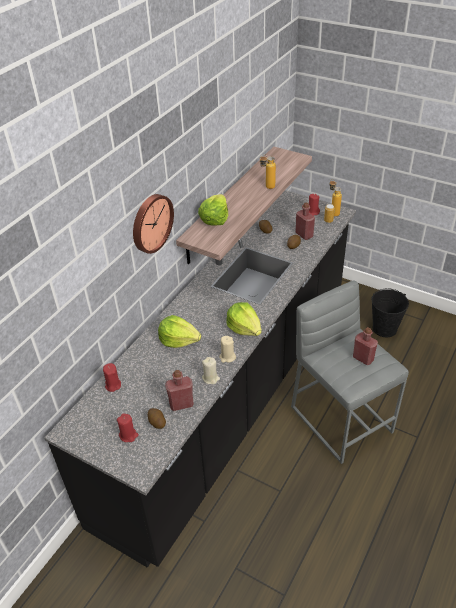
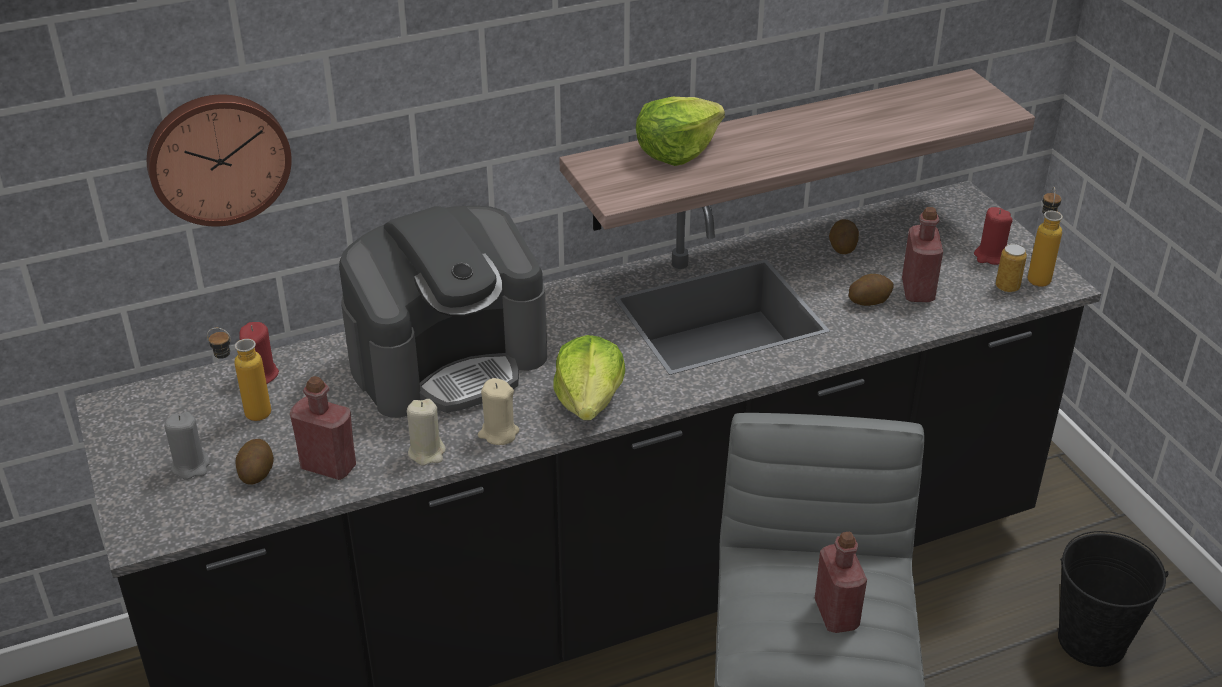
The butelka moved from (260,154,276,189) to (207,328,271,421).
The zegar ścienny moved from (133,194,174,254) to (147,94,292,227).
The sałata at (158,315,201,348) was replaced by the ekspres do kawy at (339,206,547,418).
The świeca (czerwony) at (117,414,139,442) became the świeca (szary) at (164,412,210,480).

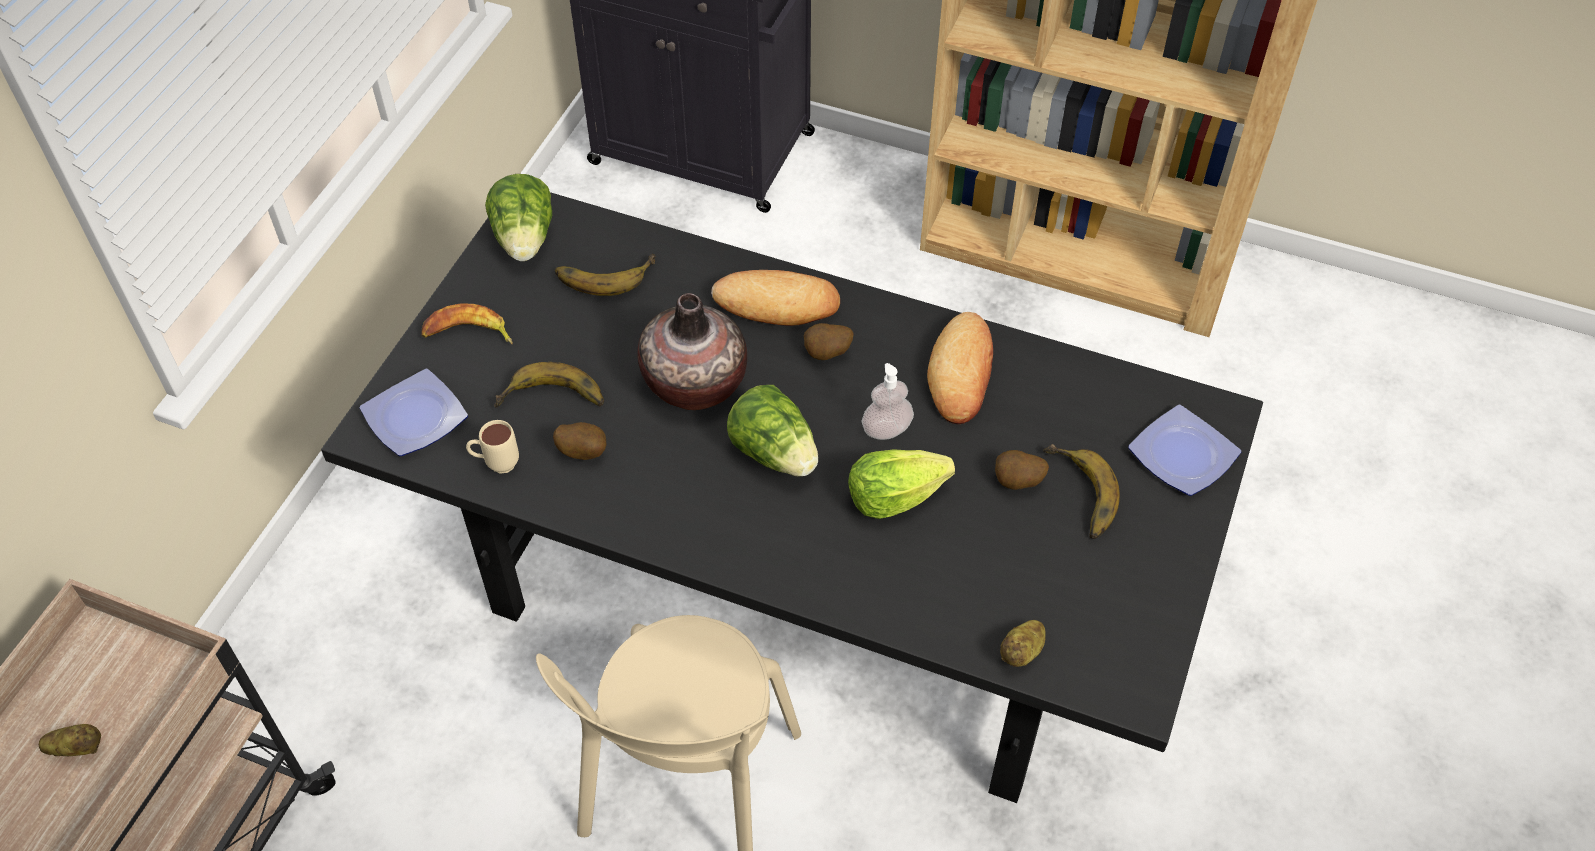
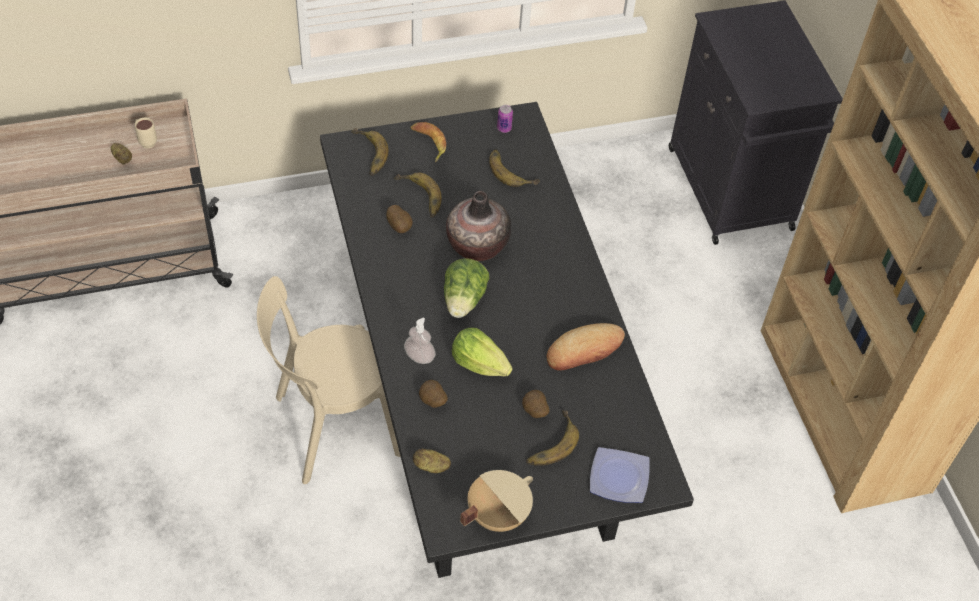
The sałata at (485,174,552,261) was replaced by the puszka at (497,105,513,133).
The chleb at (711,270,840,326) disappeared.
The ziemniak moved from (804,323,853,360) to (419,380,448,408).
The dozownik mydła moved from (861,363,914,440) to (404,318,436,364).
The talerz at (360,369,468,456) was replaced by the banan at (351,128,389,176).
The kubek (beżowy) moved from (466,420,519,473) to (135,118,157,149).
The garnek (beżowy) at (460,470,533,532) appeared.

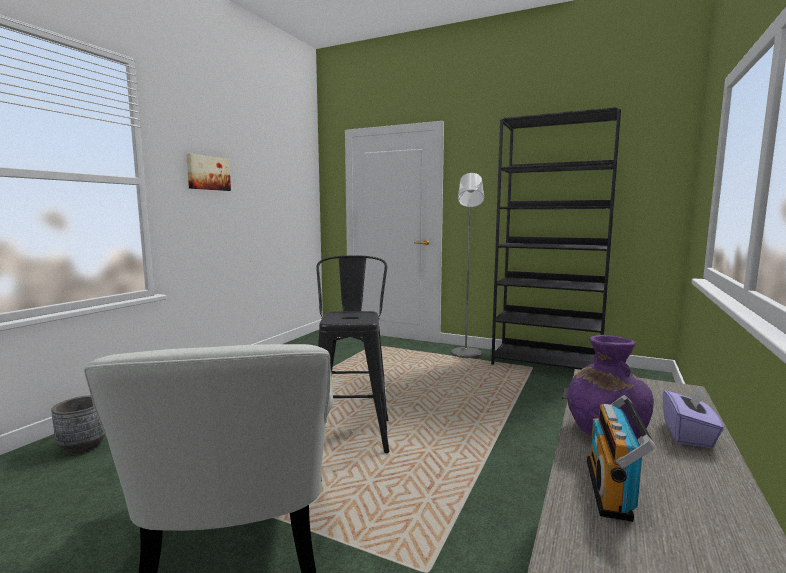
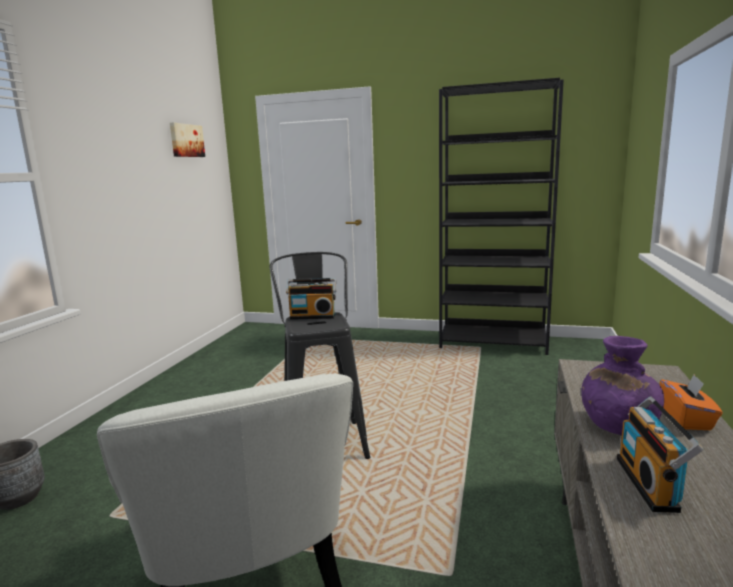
The obraz moved from (186,153,231,191) to (170,122,205,157).
The lampa stojąca (szary) at (451,173,484,359) disappeared.
The pudełko chusteczek (fioletowy) at (663,386,724,448) became the pudełko chusteczek (pomarańczowy) at (660,374,723,430).
The radio at (286,278,336,320) appeared.

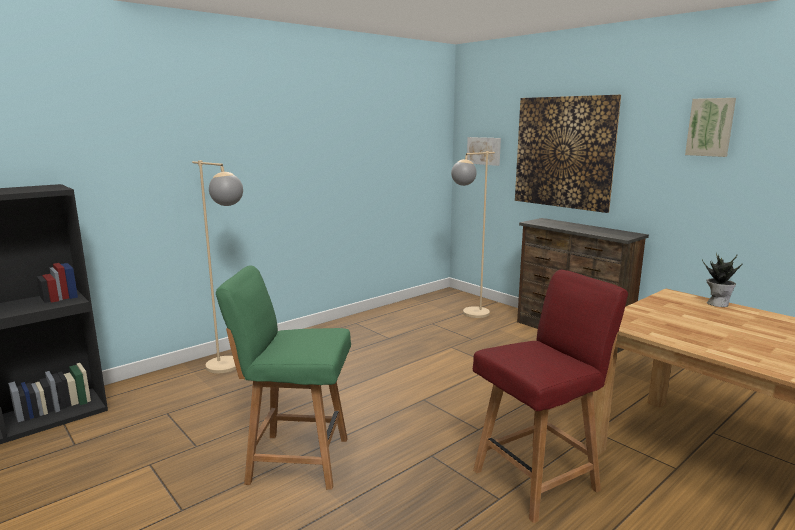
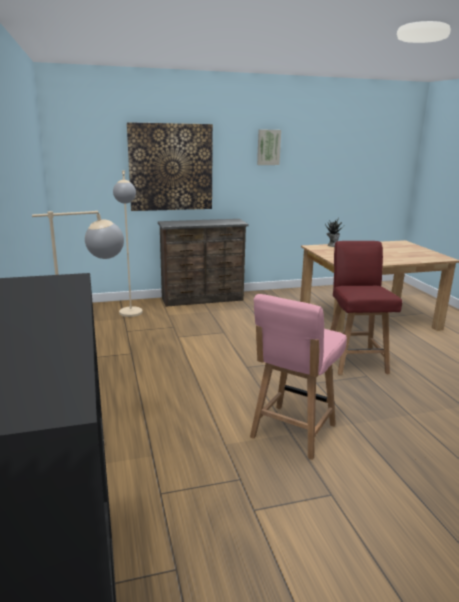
The obraz at (467,137,501,166) disappeared.
The krzesło (zielony) at (216,265,351,490) became the krzesło (różowy) at (250,294,347,460).

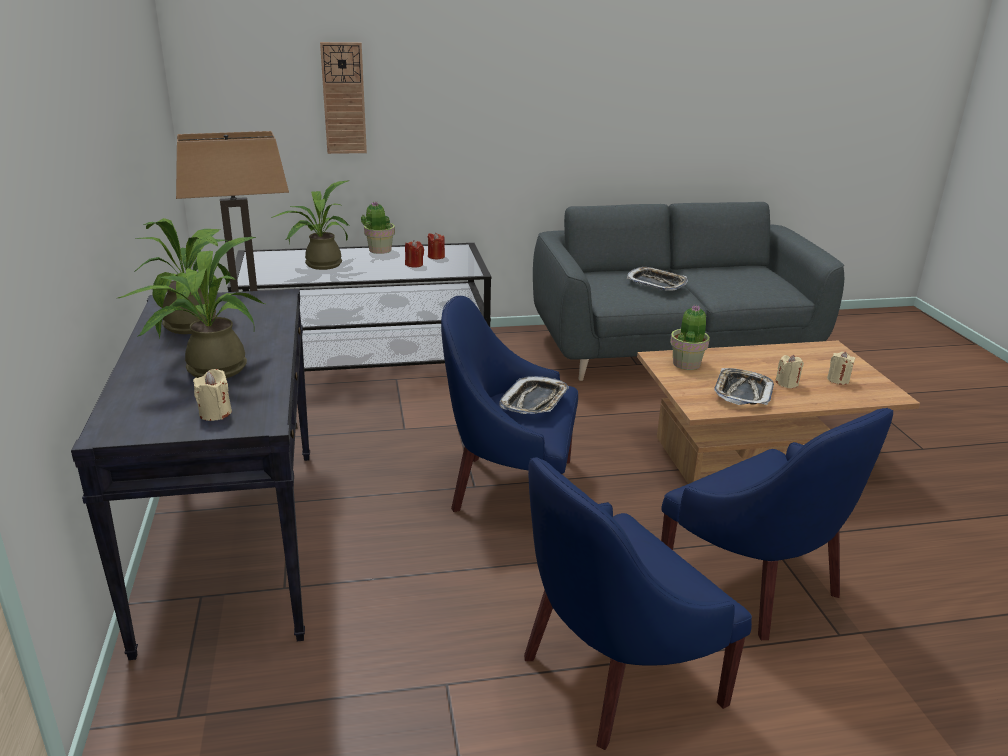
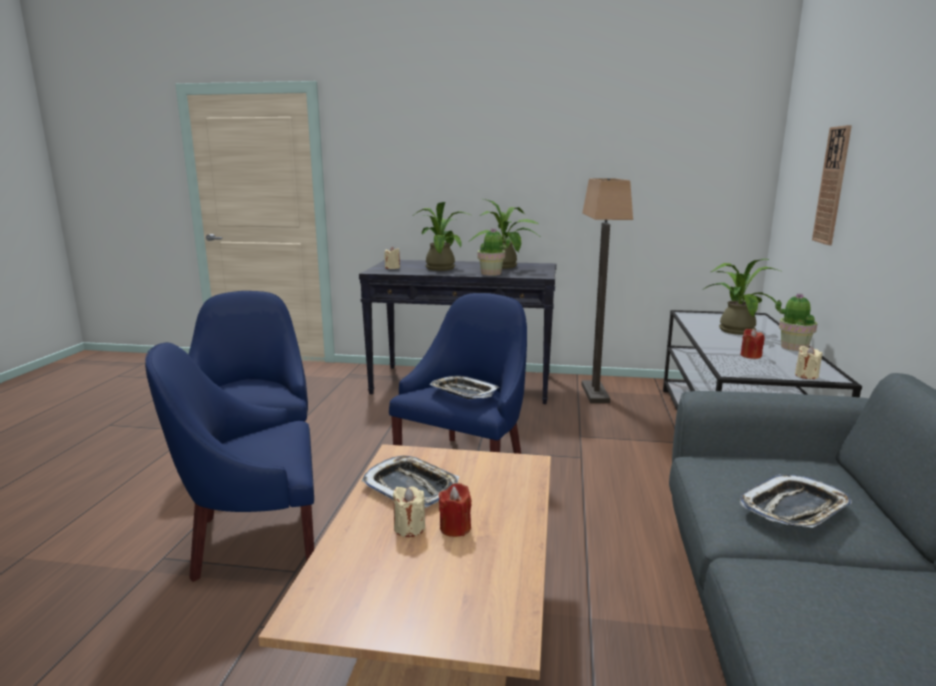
The świeca (czerwony) moved from (428,233,445,259) to (439,483,471,537).
The roślina doniczkowa moved from (670,304,710,370) to (477,228,510,276).
The świeca (beżowy) moved from (827,352,855,385) to (795,346,823,379).

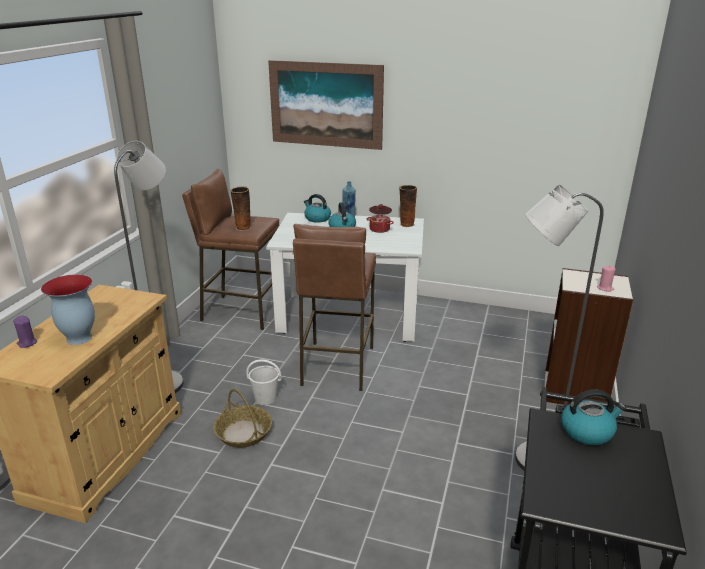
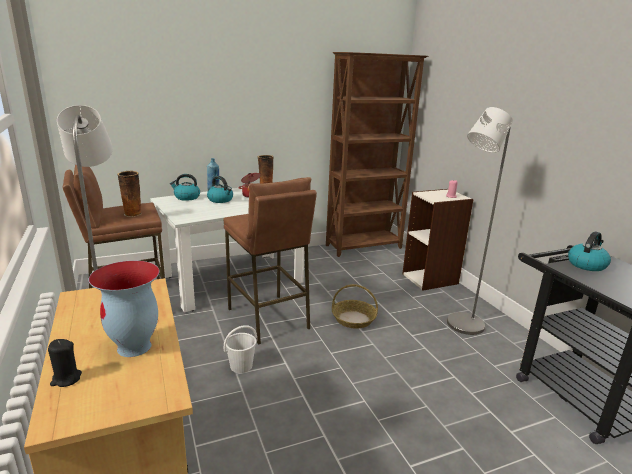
The obraz at (268,60,384,150) disappeared.
The świeca (fioletowy) at (13,316,37,348) became the świeca (czarny) at (48,339,82,387).
The koszyk moved from (213,389,272,448) to (332,284,378,329).
The regał (brązowy) at (326,52,428,257) appeared.

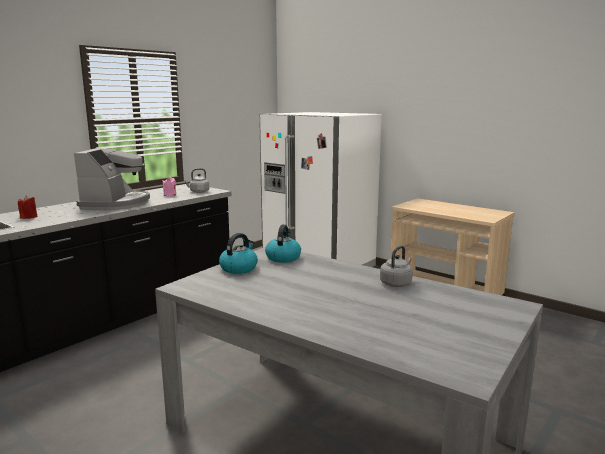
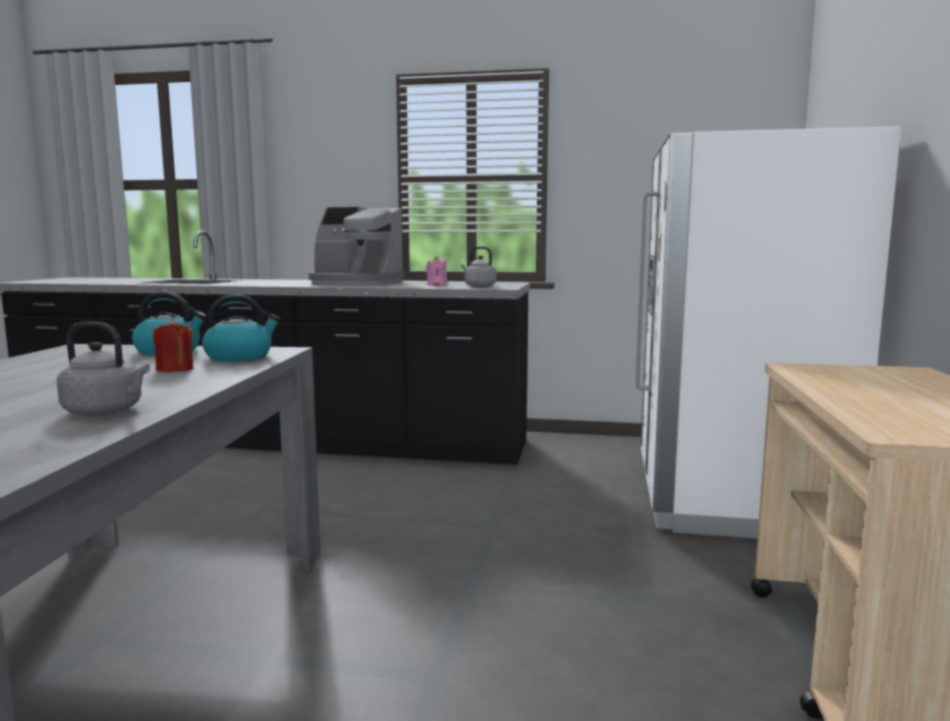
The ekspres do kawy at (74,147,150,210) turned 45 degrees clockwise.
The świeca (czerwony) moved from (18,195,37,219) to (153,318,193,372).

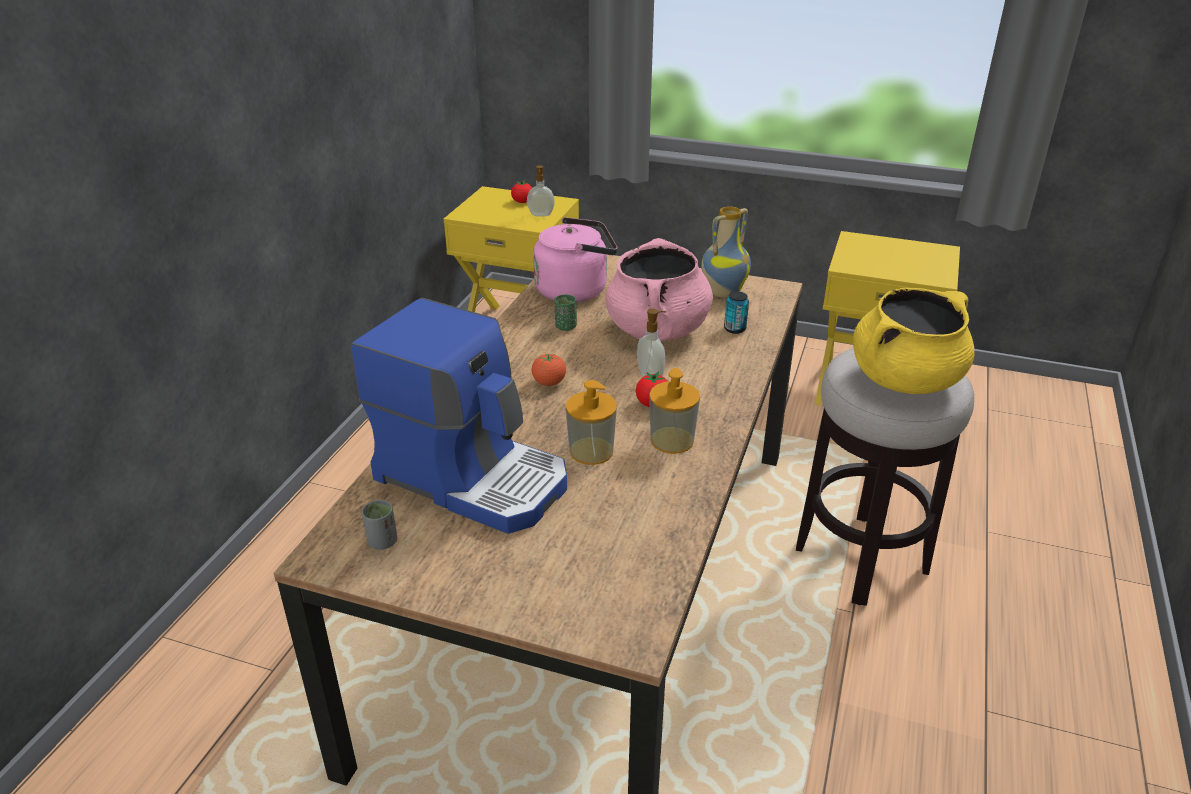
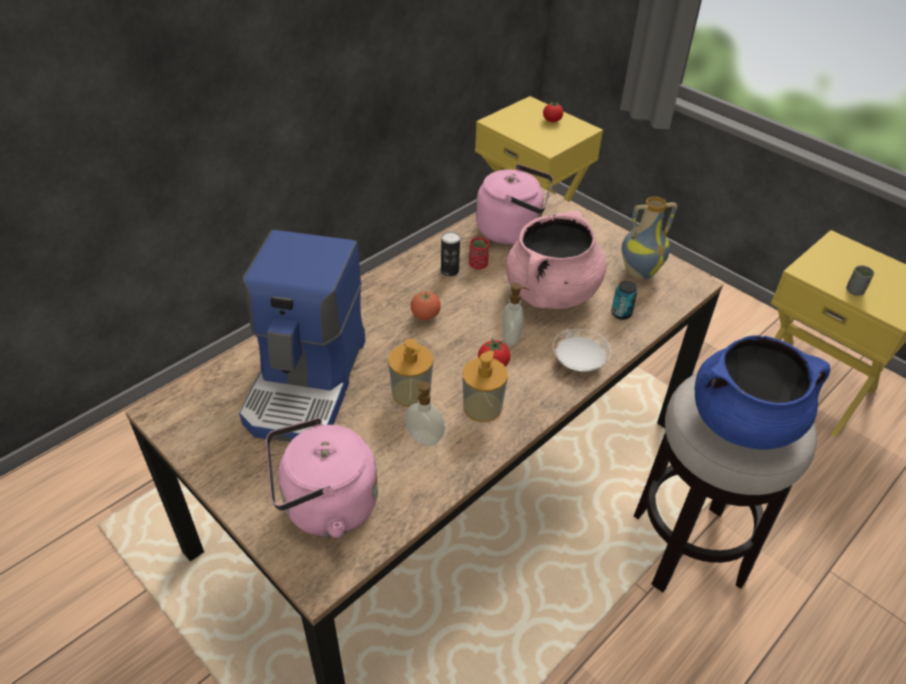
The dozownik mydła moved from (527,165,555,217) to (405,382,445,445).
The garnek (żółty) at (853,288,974,394) became the garnek (niebieski) at (695,335,830,450).
The filiżanka (zielony) at (555,294,577,331) became the filiżanka (czerwony) at (469,237,489,270).
The ekspres do kawy at (351,298,567,534) turned 45 degrees clockwise.
The filiżanka (szary) moved from (362,500,397,550) to (846,265,874,296).
The puszka at (441,232,460,276) appeared.
The talerz (biały) at (553,329,611,372) appeared.
The czajnik (różowy) at (266,418,378,538) appeared.

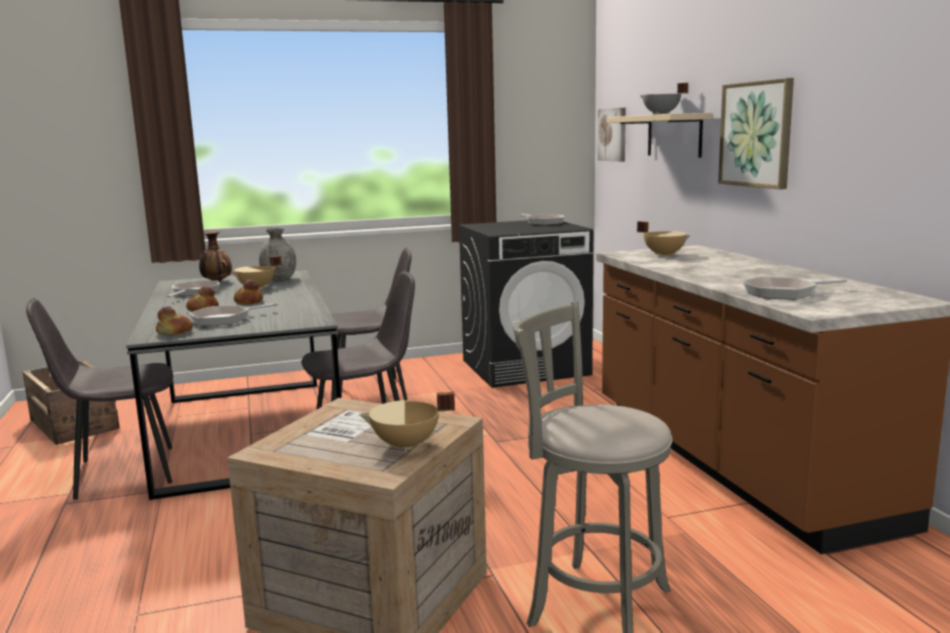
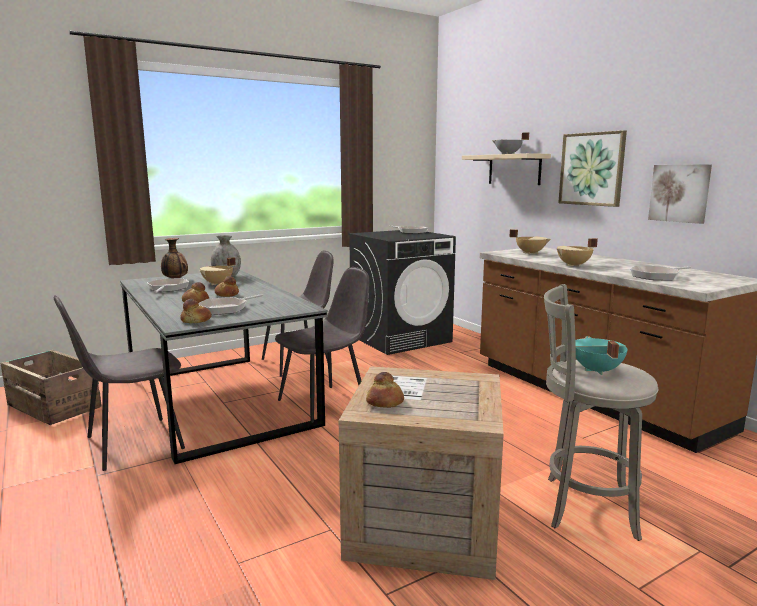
The obraz moved from (598,108,626,162) to (648,164,712,224).
The garnek (beżowy) moved from (359,392,455,452) to (557,238,598,267).
The garnek (turkusowy) at (575,336,628,375) appeared.
The chleb at (366,372,404,408) appeared.

